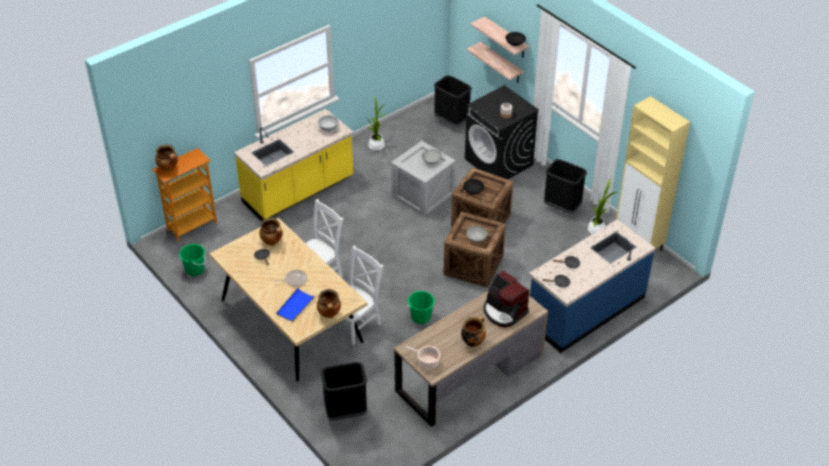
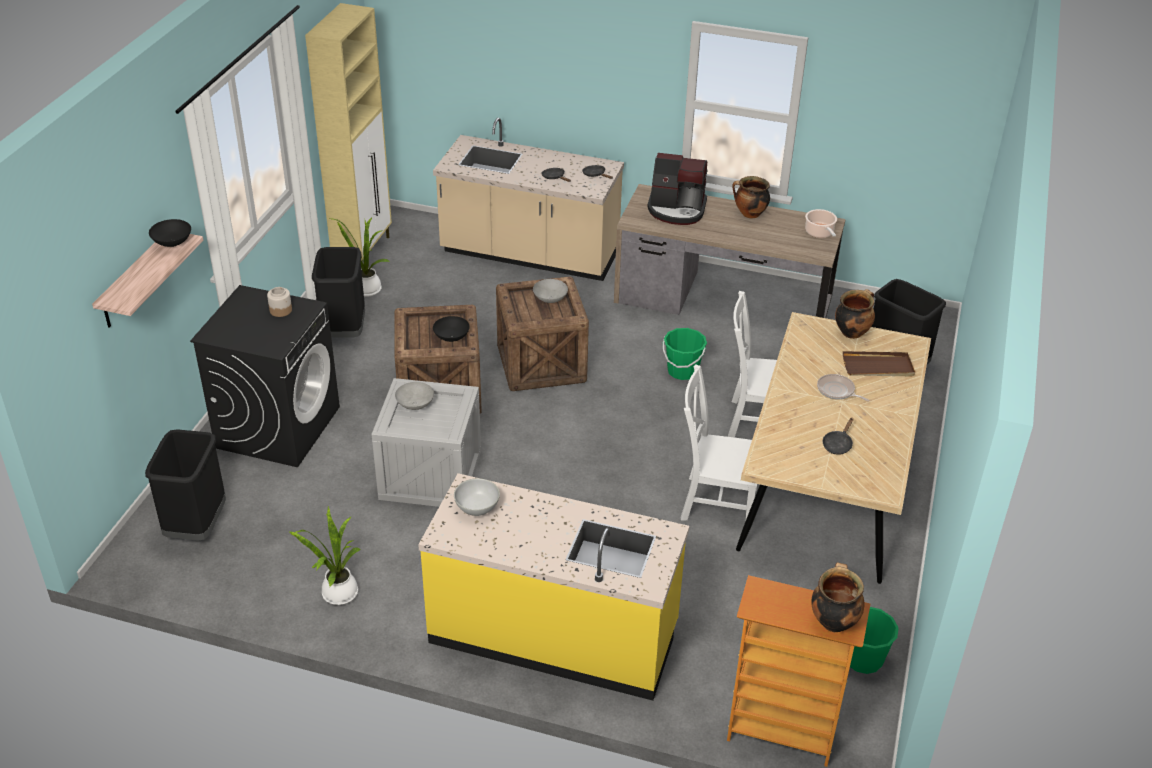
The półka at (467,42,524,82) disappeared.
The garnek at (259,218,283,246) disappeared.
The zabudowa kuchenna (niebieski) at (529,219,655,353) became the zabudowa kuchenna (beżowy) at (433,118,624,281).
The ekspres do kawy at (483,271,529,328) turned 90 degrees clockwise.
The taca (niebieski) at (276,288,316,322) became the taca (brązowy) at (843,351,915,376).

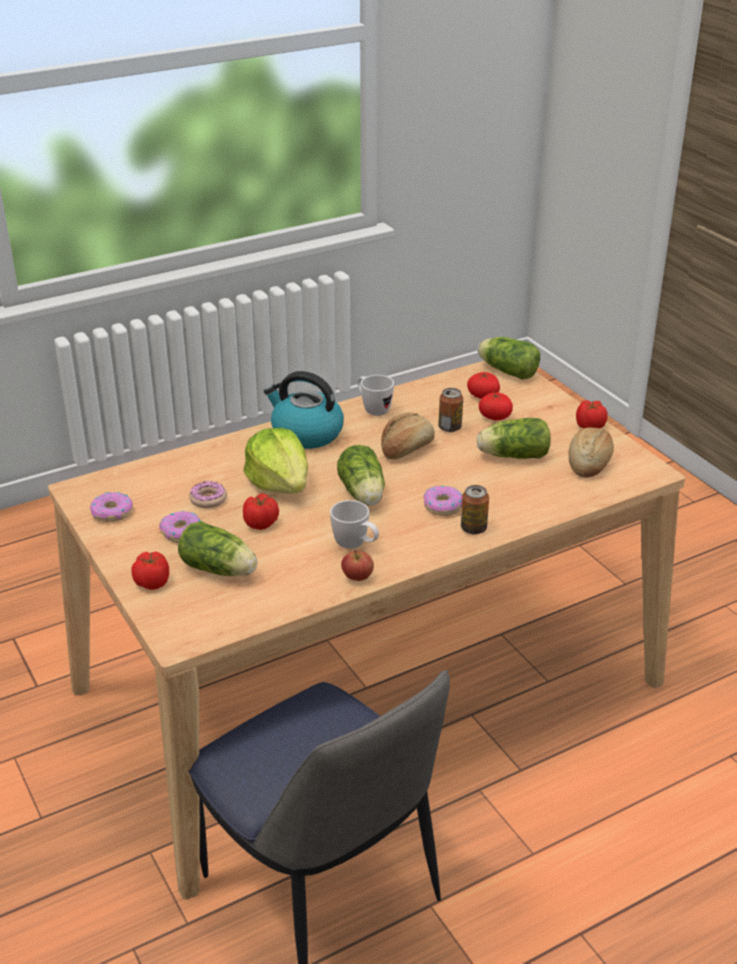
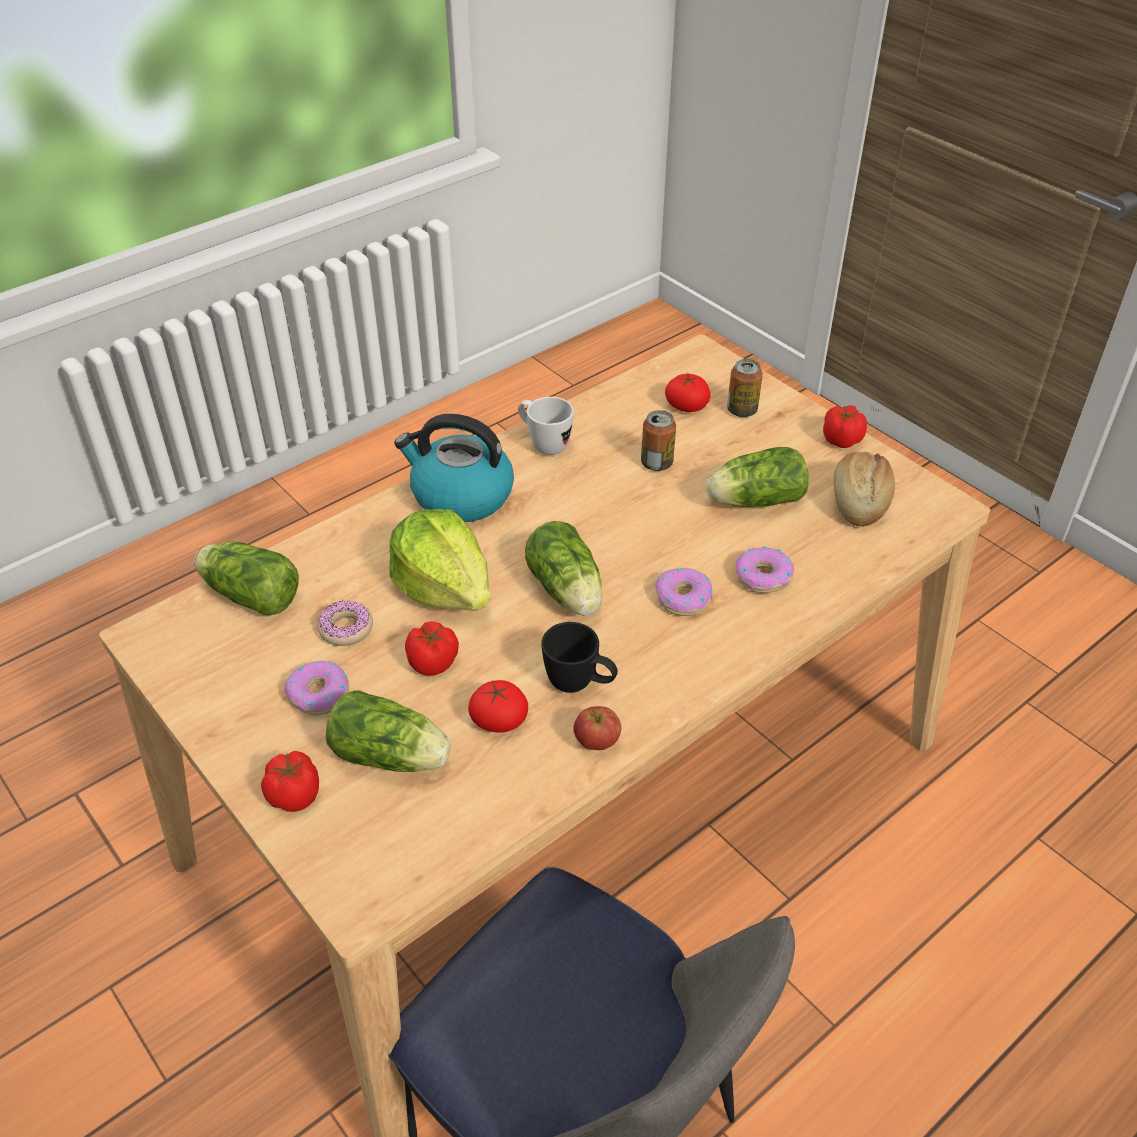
The sałata moved from (478,337,540,380) to (194,542,299,615).
The pomidor moved from (479,392,513,420) to (468,680,528,733).
The chleb at (381,412,435,460) disappeared.
The puszka moved from (461,485,489,535) to (727,359,763,417).
The donut moved from (90,492,133,522) to (735,546,794,593).
The kubek (biały) at (330,500,379,549) became the kubek (czarny) at (541,622,618,693).

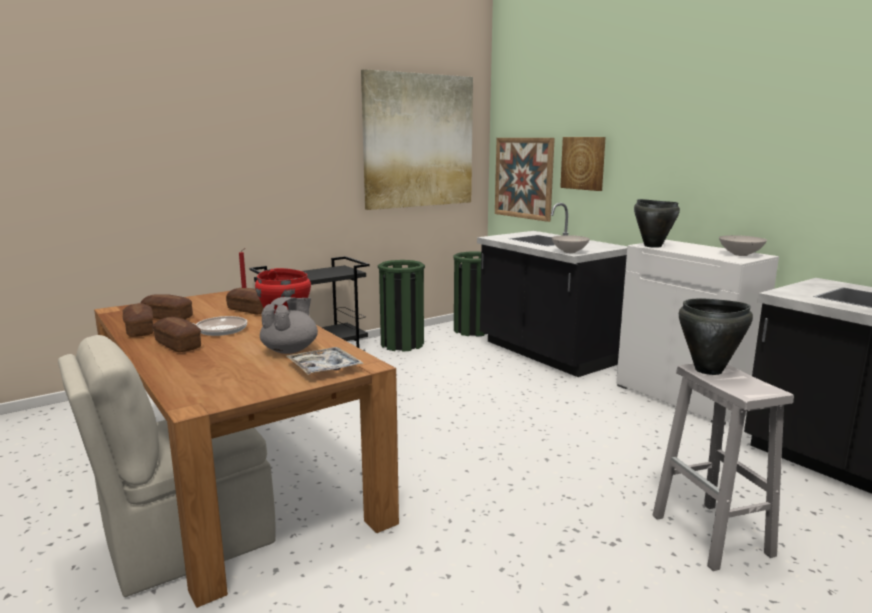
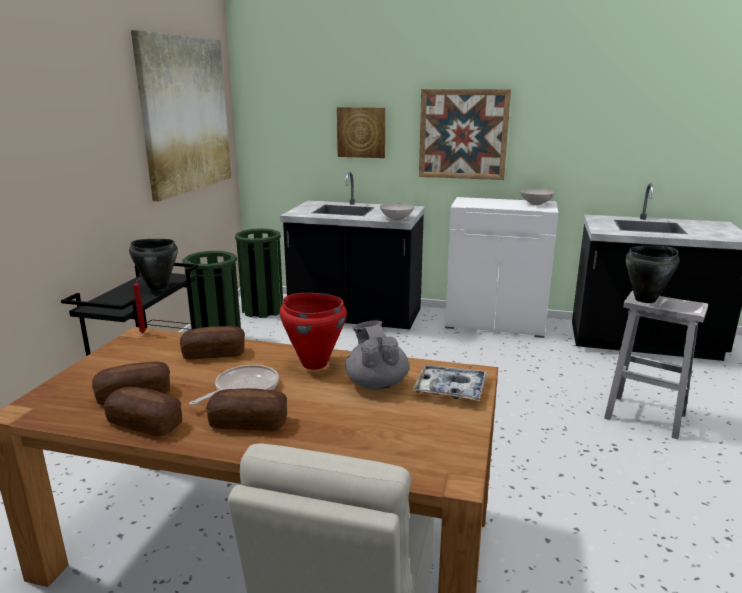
The obraz moved from (495,138,555,222) to (419,89,511,180).
The garnek (czarny) moved from (634,199,680,248) to (129,239,178,290).

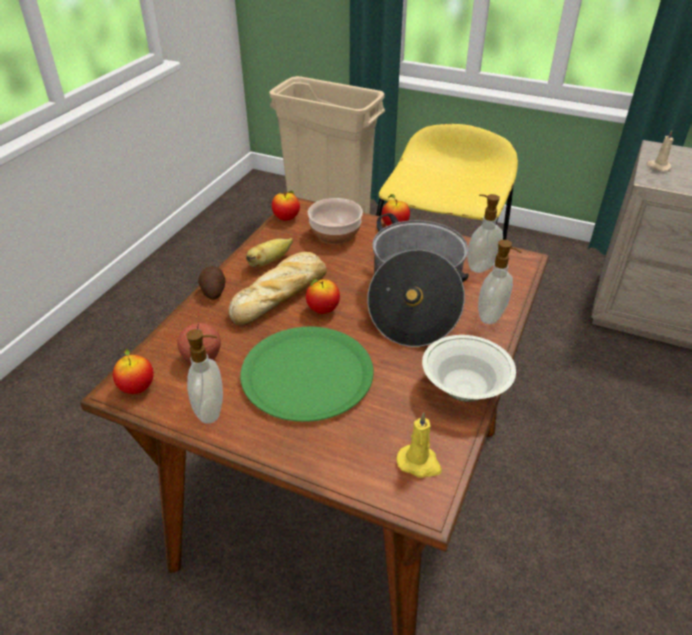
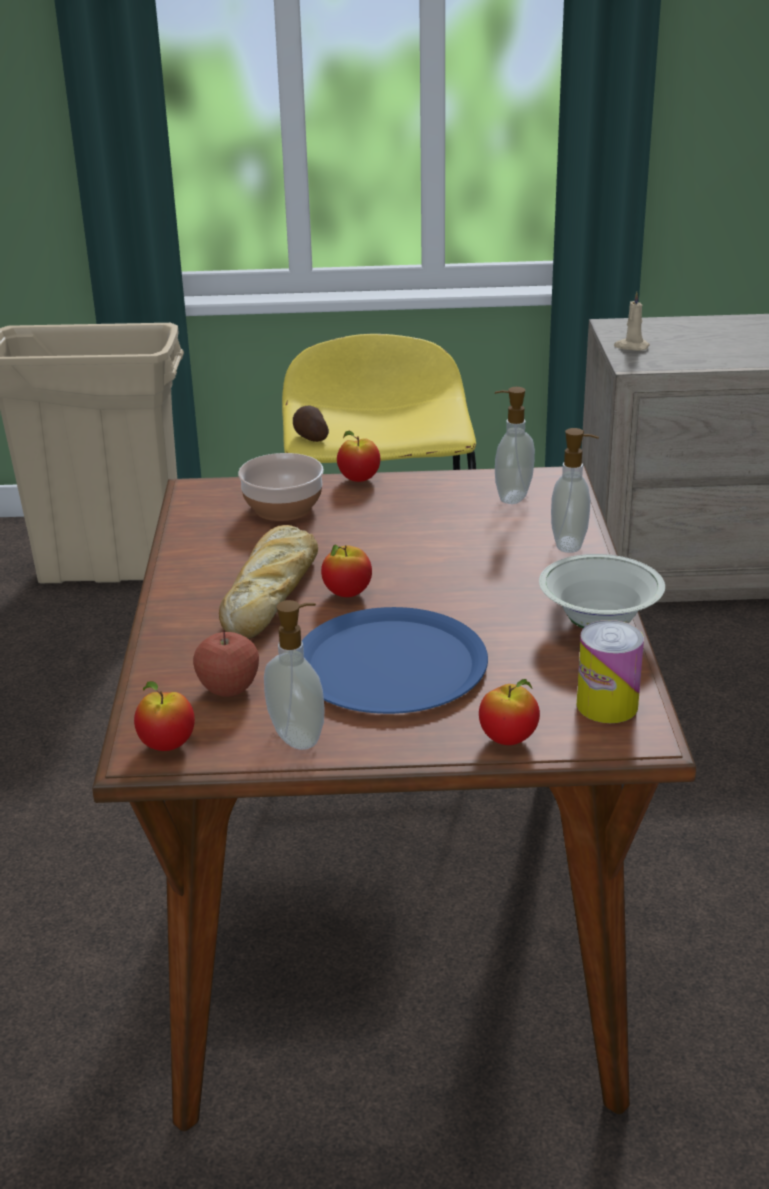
The jabłko moved from (272,191,300,221) to (479,679,540,745).
The garnek at (367,213,469,347) disappeared.
The banan at (246,238,293,267) disappeared.
The ziemniak moved from (198,266,226,300) to (293,406,329,442).
The talerz (zielony) at (240,327,374,422) became the talerz (niebieski) at (302,607,488,714).
The świeca (żółty) at (396,412,442,478) was replaced by the puszka at (576,620,644,723).

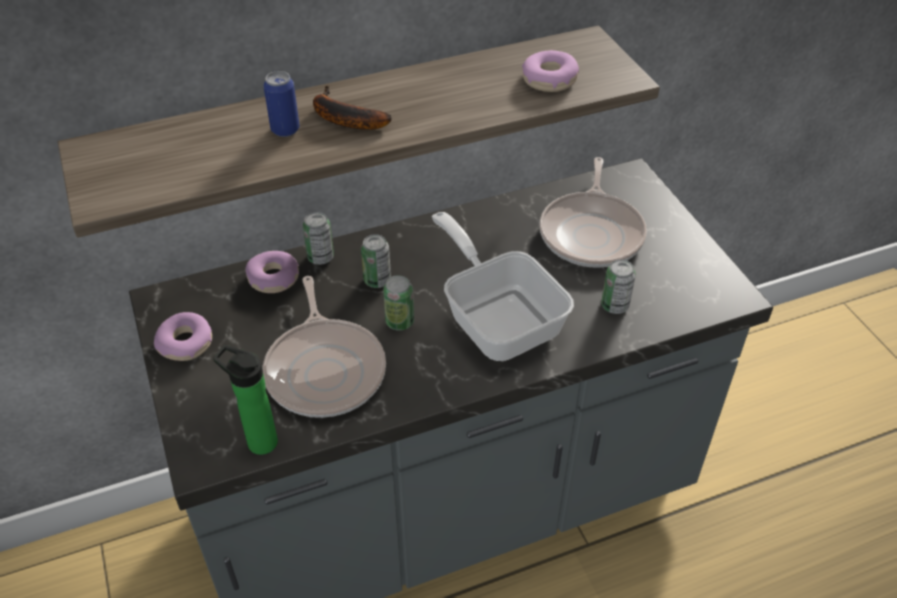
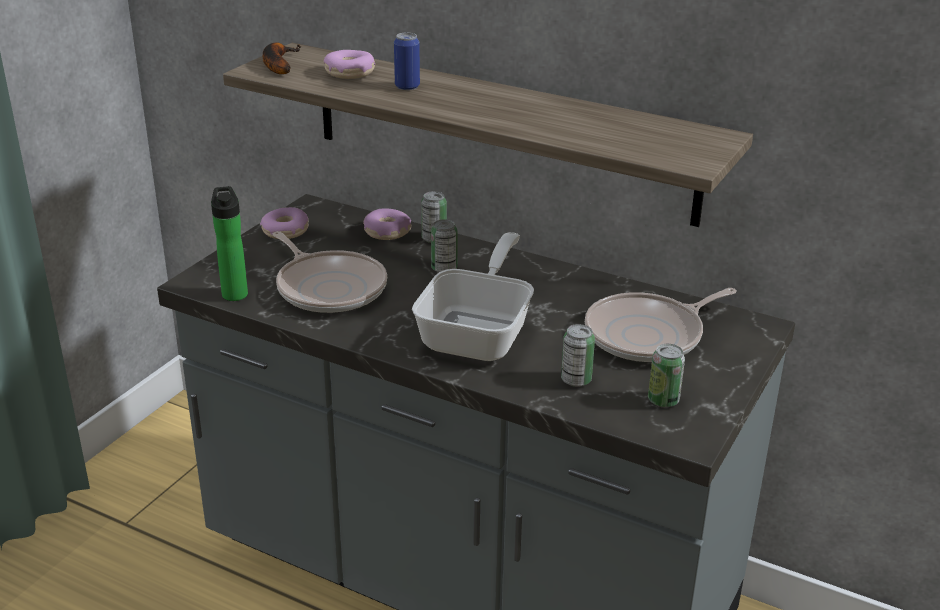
The donut moved from (522,50,579,92) to (324,50,375,79).
The banan moved from (313,85,392,130) to (263,42,301,74).
The puszka moved from (383,275,414,331) to (648,344,685,408).
The patelnia at (263,276,386,418) turned 75 degrees counterclockwise.

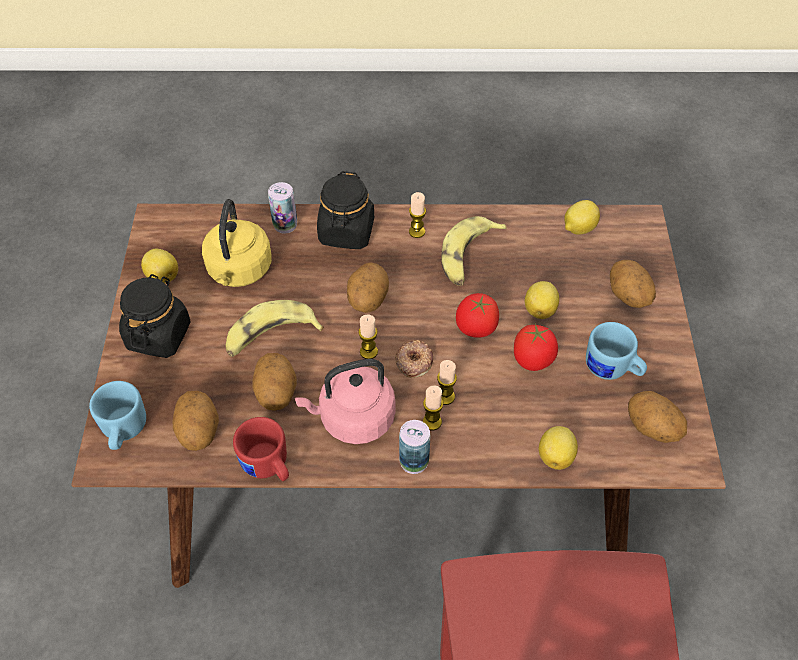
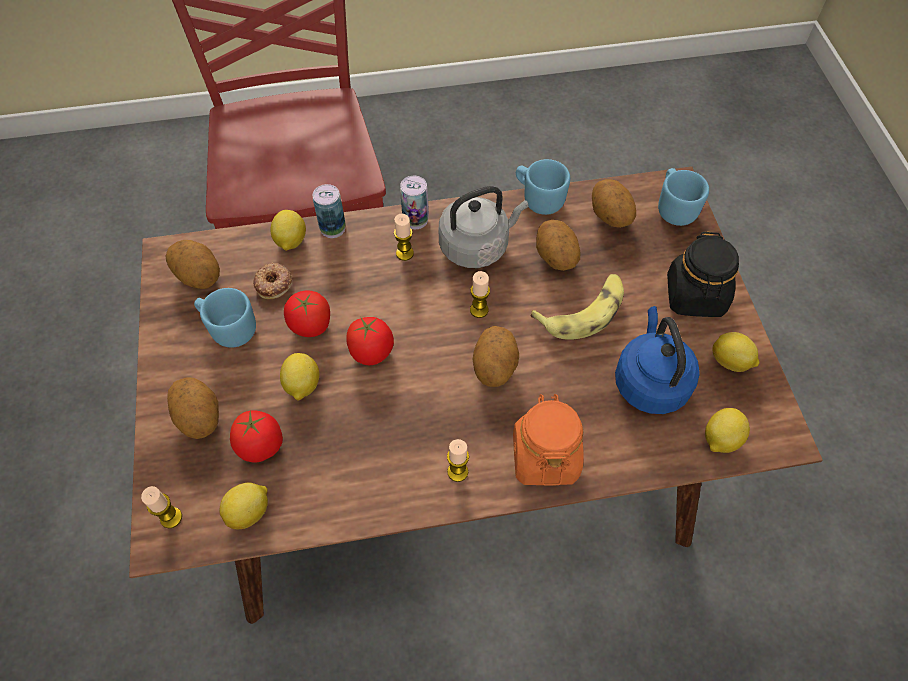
The słoik (czarny) at (317,171,374,249) became the słoik (pomarańczowy) at (513,394,584,486).
The puszka moved from (268,182,297,234) to (313,184,346,238).
The czajnik (żółty) at (202,199,272,287) became the czajnik (niebieski) at (615,306,700,414).
The banan at (441,216,507,286) disappeared.
The donut moved from (395,340,433,378) to (253,263,292,299).
The czajnik (różowy) at (295,359,395,444) became the czajnik (szary) at (439,186,529,268).
The świeca moved from (437,360,457,405) to (141,486,182,528).
The kubek (czerwony) at (233,417,289,481) became the kubek (niebieski) at (516,159,570,215).
The cytryna at (705,408,750,453) appeared.
The pomidor at (230,410,283,463) appeared.

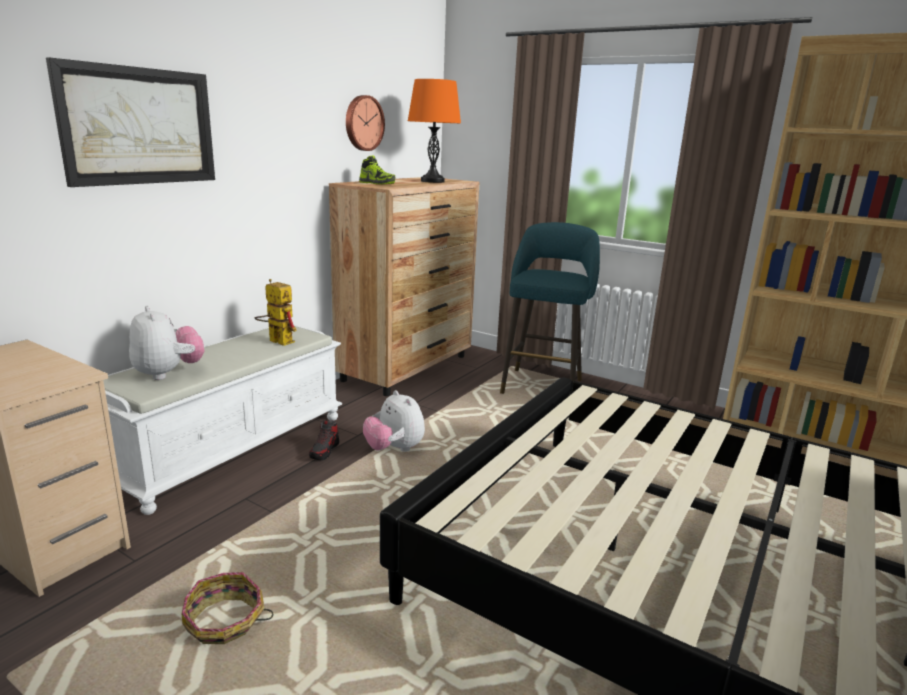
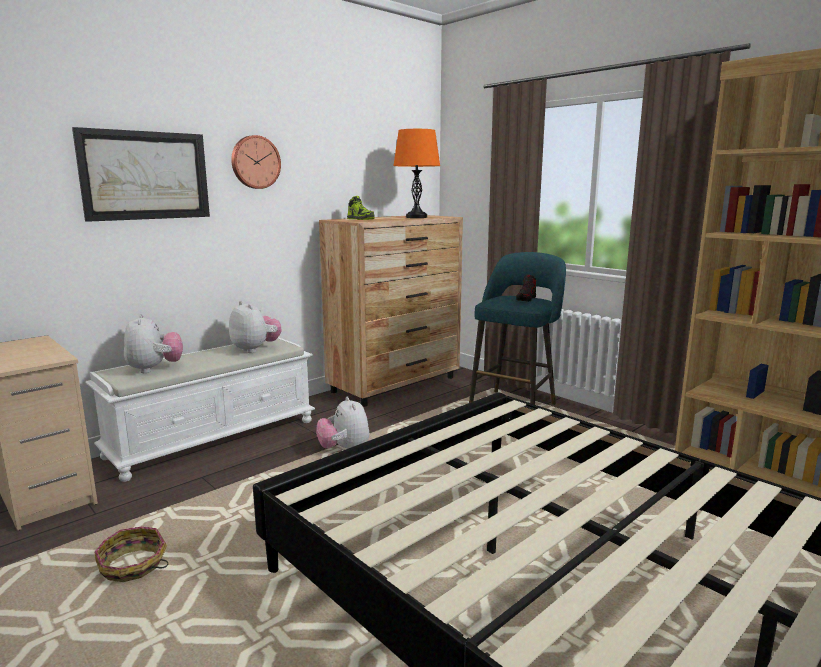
The zegar ścienny moved from (346,95,385,151) to (231,135,281,189).
The robot zabawkowy at (255,279,297,346) was replaced by the pluszak at (229,301,282,353).
The but moved from (309,420,339,460) to (516,275,536,302).

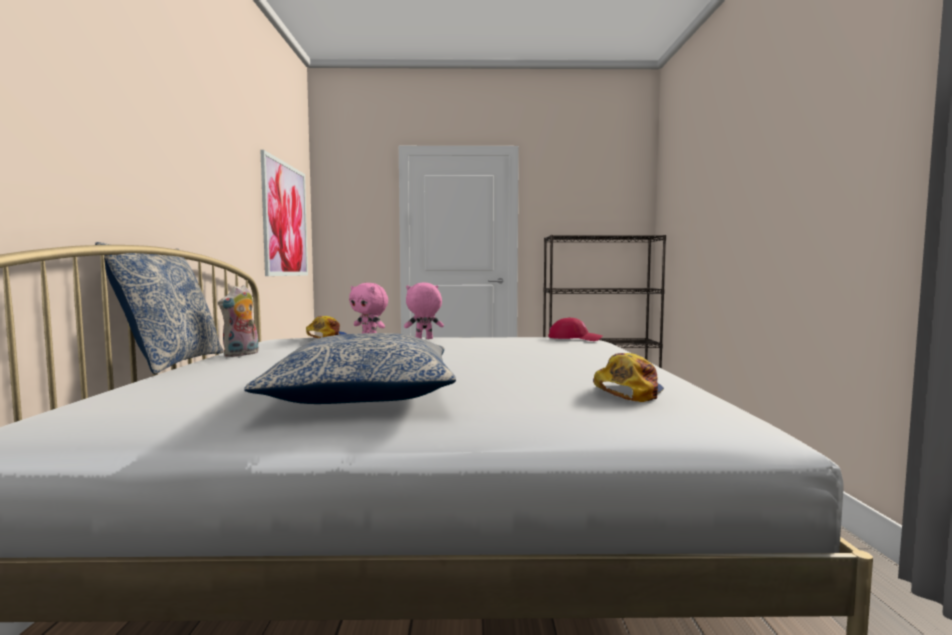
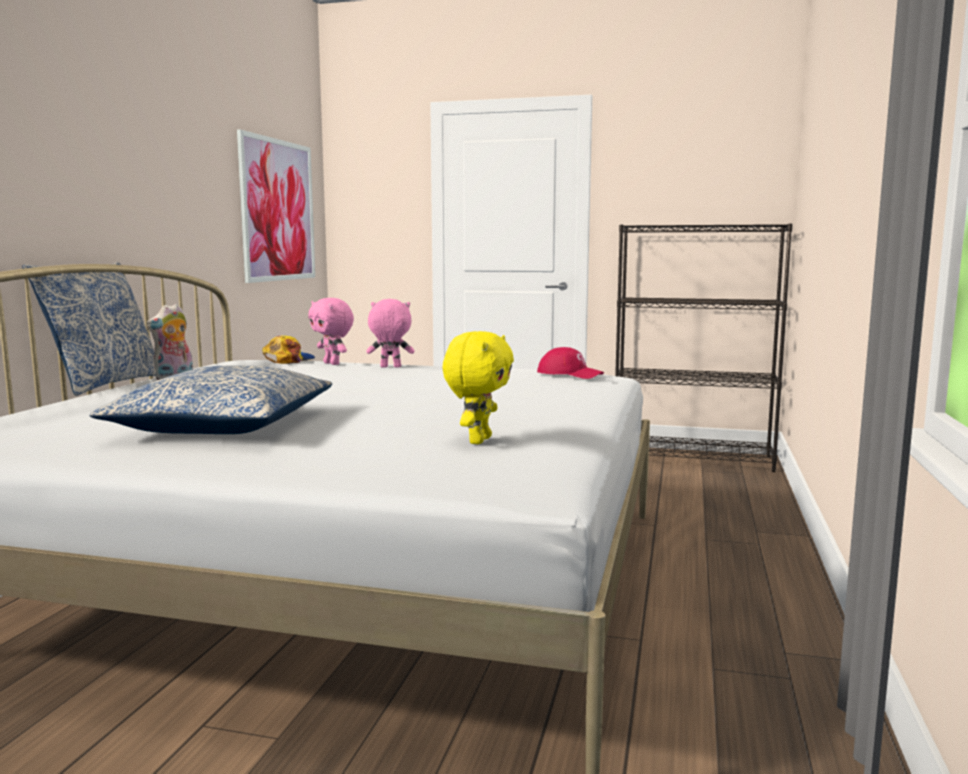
The czapka z daszkiem at (593,353,664,402) was replaced by the pluszak (żółty) at (442,331,514,444).

